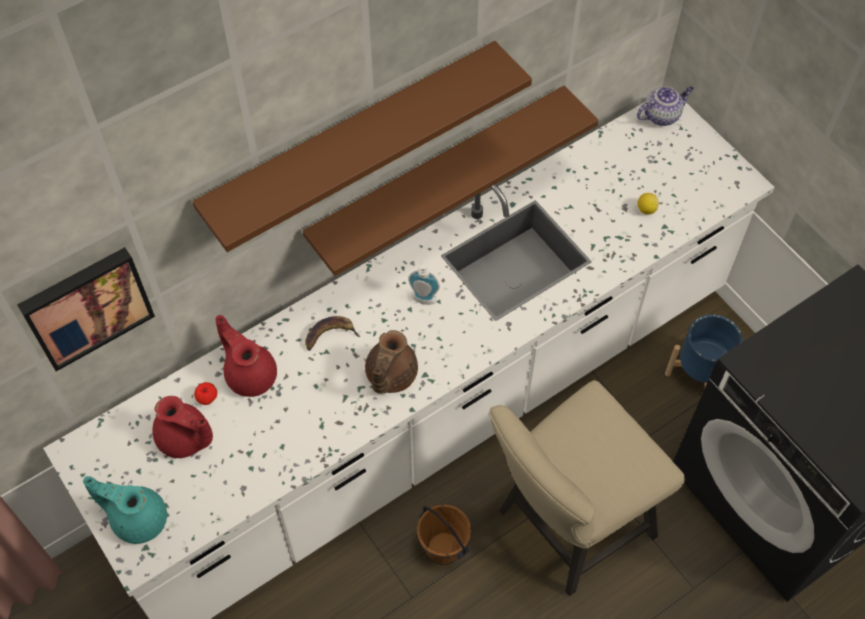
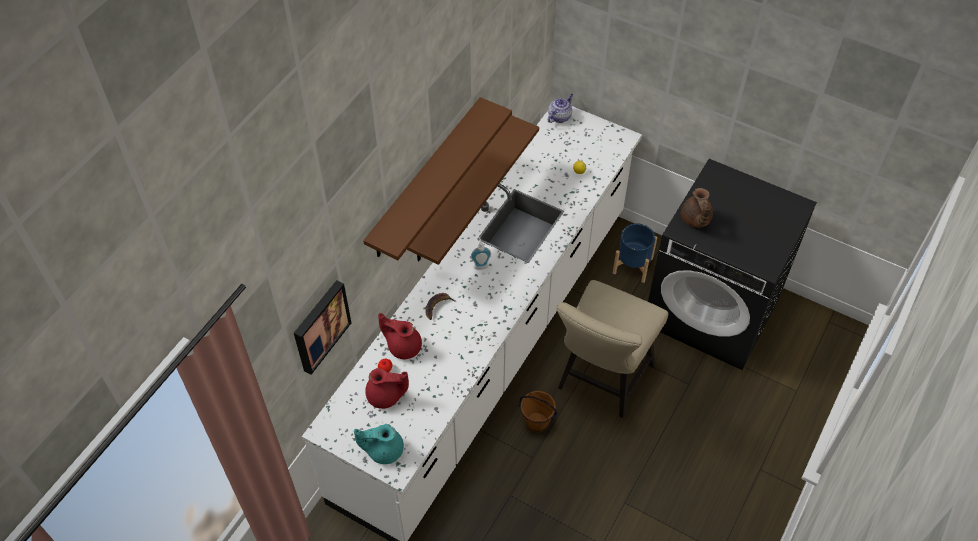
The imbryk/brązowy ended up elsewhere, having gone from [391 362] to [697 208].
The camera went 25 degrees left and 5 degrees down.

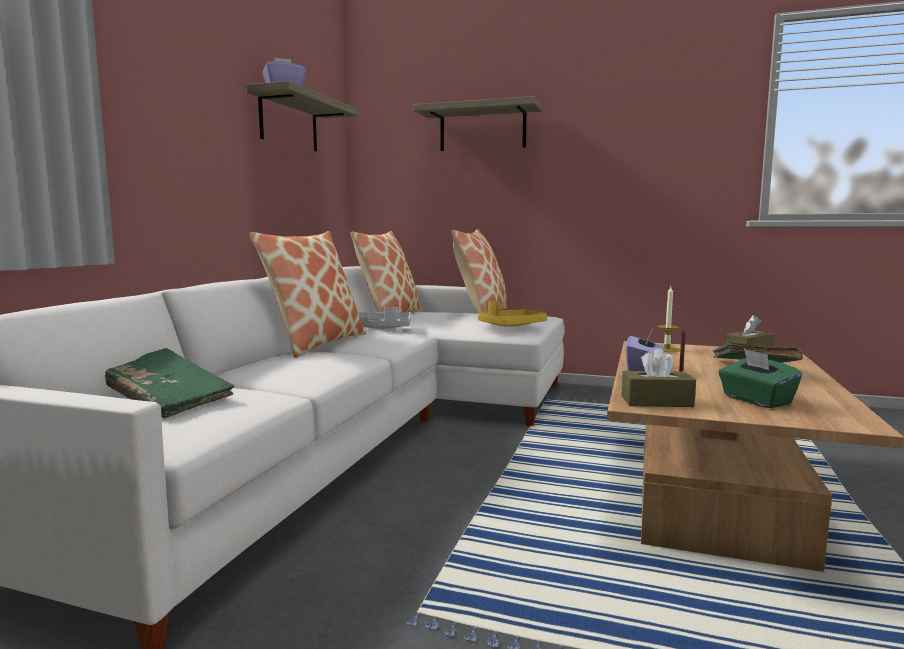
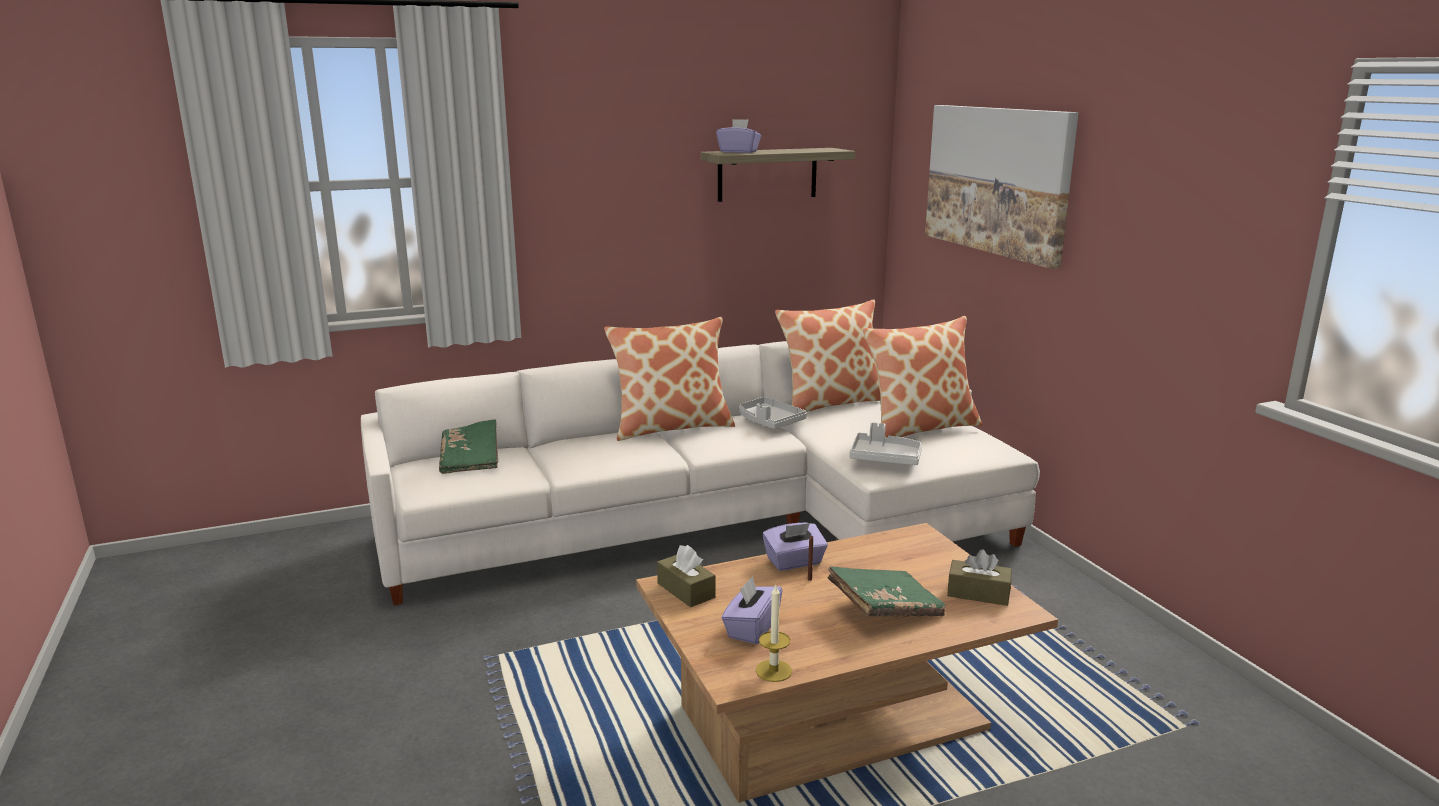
Where the półka hung at [477 123], the obraz came to hang at [1002 187].
The świeca ended up elsewhere, having gone from [669 319] to [774 633].
What was the taca/żółty at [512 314] turned into the taca/szary at [885 443].
What was the pudełko chusteczek/zielony at [760 378] turned into the pudełko chusteczek/fioletowy at [752 610].
The camera went 50 degrees right and 10 degrees up.

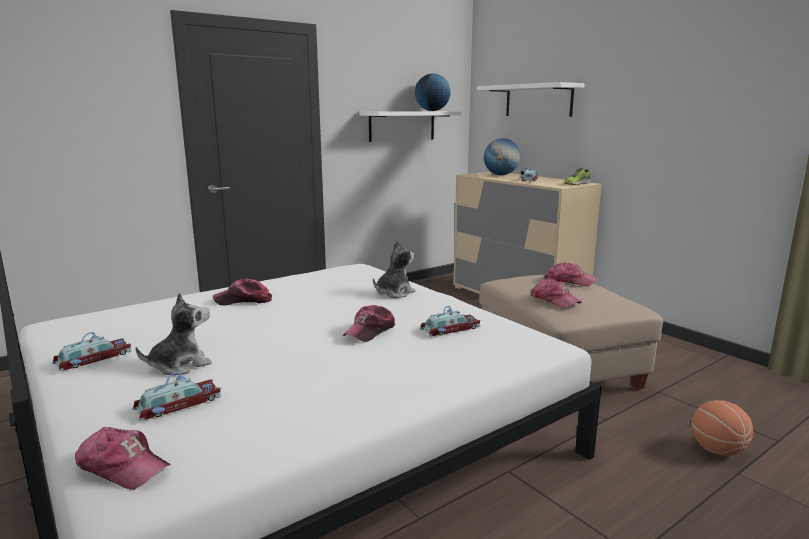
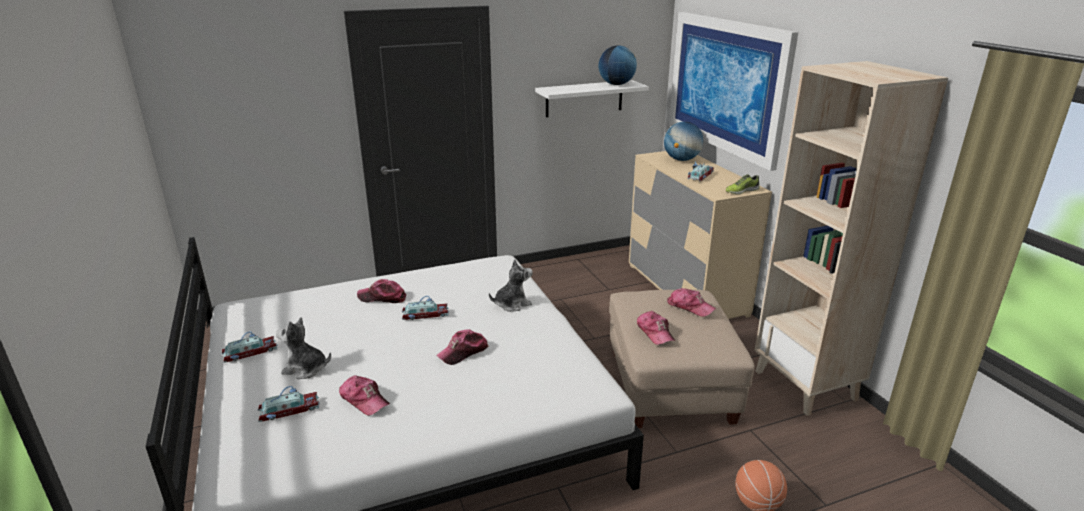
Where the półka/biały hung at [531 99], the obraz came to hang at [733 91].
The pluszak at [173 334] ended up facing another way, 150 degrees counterclockwise from before.
The samochodzik ended up elsewhere, having gone from [450 321] to [425 308].
The czapka z daszkiem ended up elsewhere, having gone from [123 458] to [364 395].
The second view gained the regał/beżowy at [851 238].
The camera went 15 degrees right and 10 degrees up.

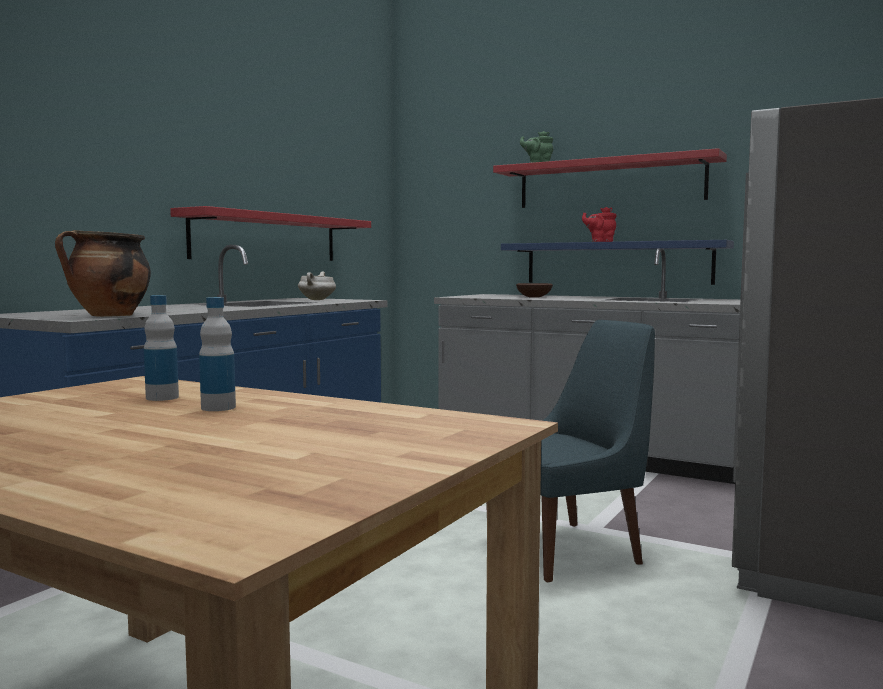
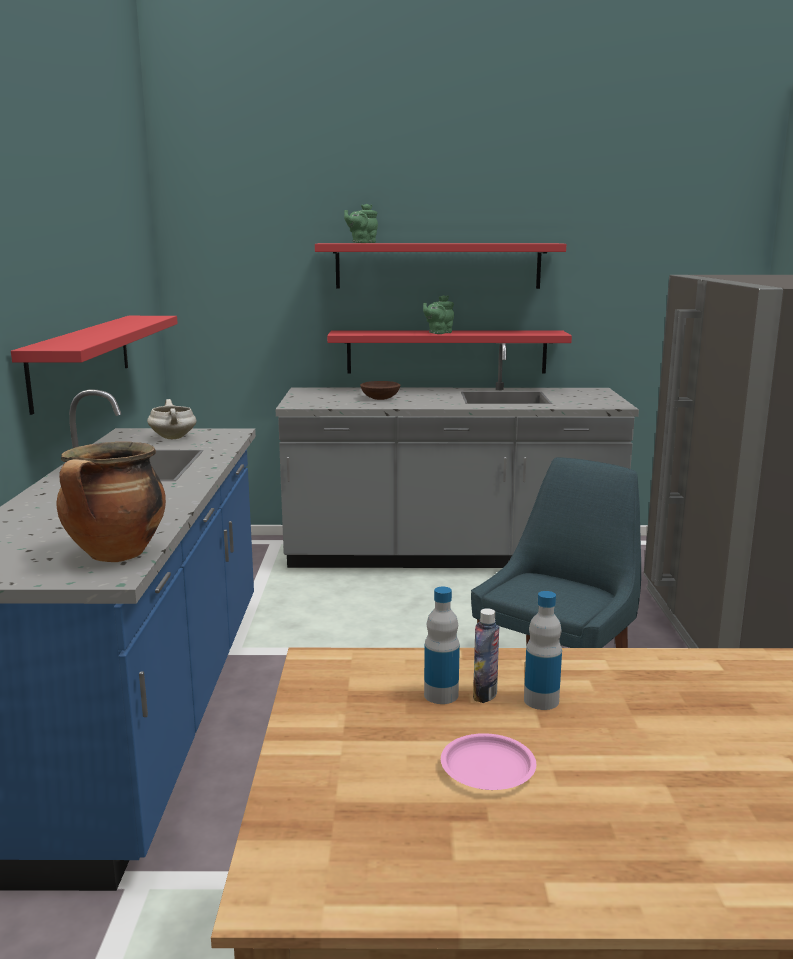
What was the imbryk/czerwony at [599 224] turned into the imbryk/zielony at [438 314].
What was the półka/niebieski at [617 262] turned into the półka/czerwony at [449 352].
The second view gained the butelka at [486 655].
The second view gained the talerz/różowy at [488 761].
The camera went 30 degrees left and 10 degrees up.

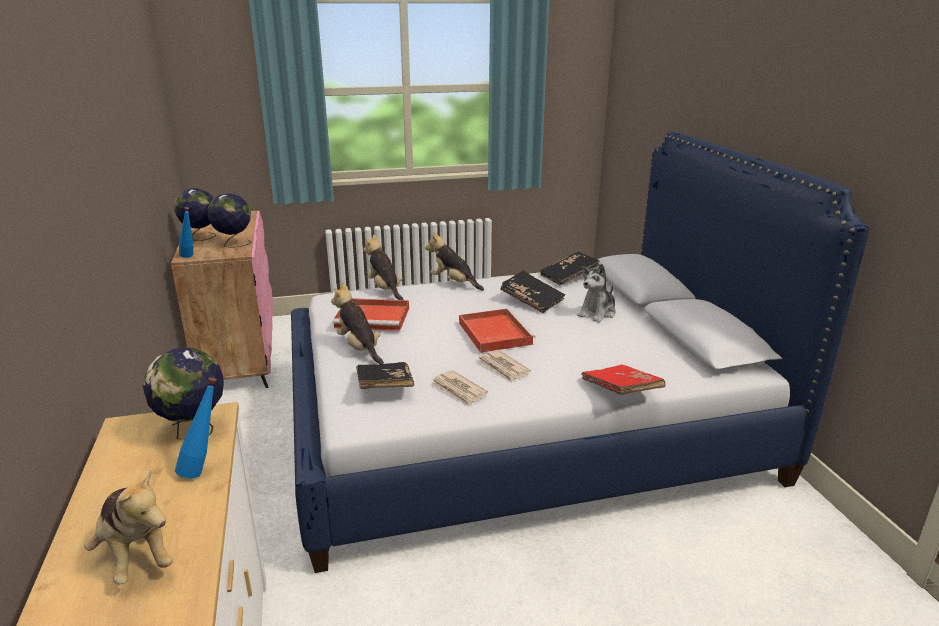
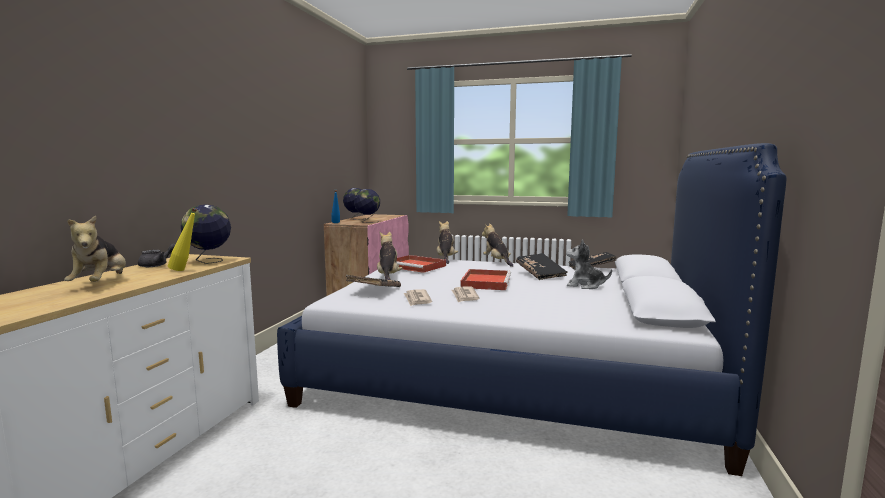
The pluszak at [596 293] ended up facing another way, 45 degrees clockwise from before.
The second view lost the książka/czerwony at [623 380].
What was the butelka/niebieski at [196 428] turned into the butelka/żółty at [182 239].
The second view gained the imbryk/szary at [157 255].
The camera went 30 degrees right and 15 degrees down.

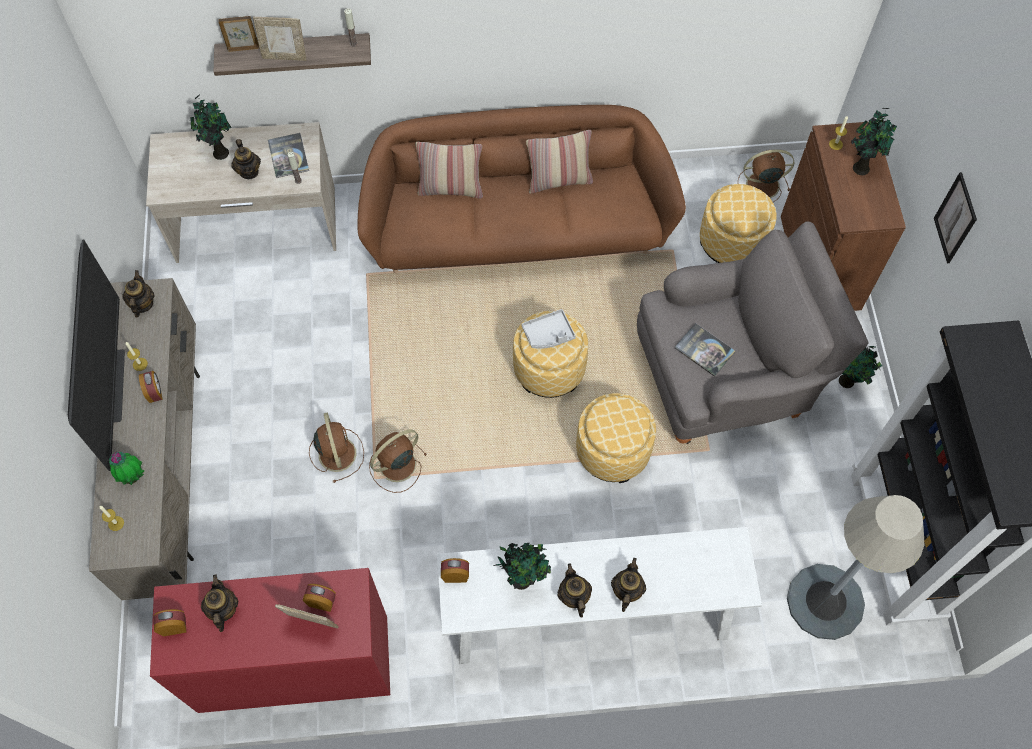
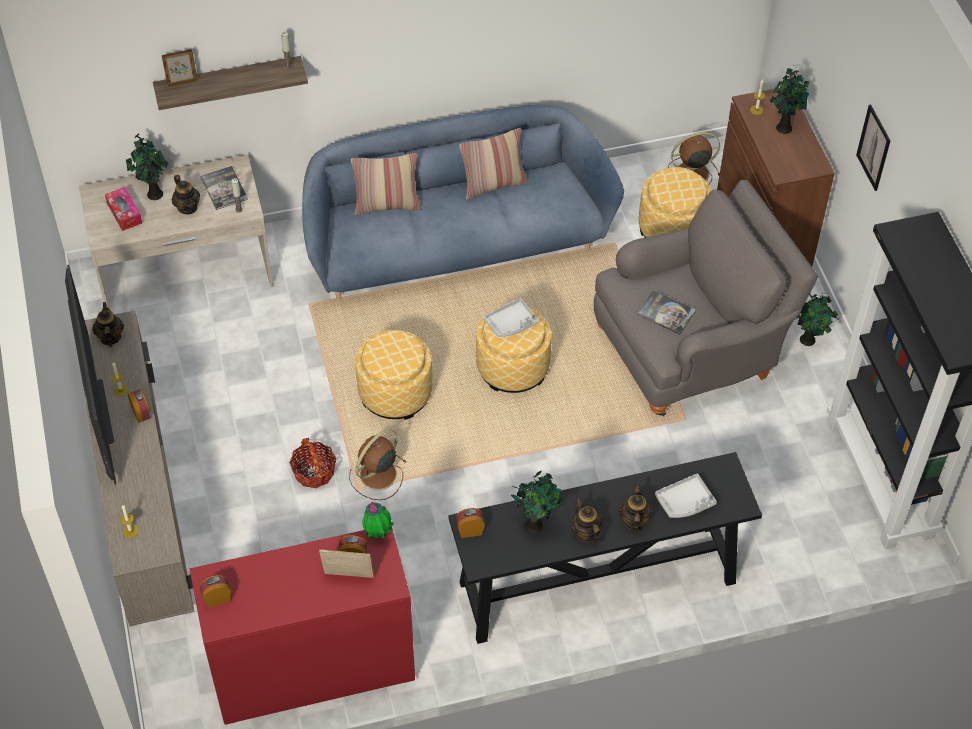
The second view lost the ramka na zdjęcie at [280 39].
What was the kanapa/brązowy at [522 189] turned into the kanapa/niebieski at [463 202].
The pufa ended up elsewhere, having gone from [616 438] to [394 375].
Where the wentylator/brązowy stood at [336 448], the koszyk came to stand at [313 463].
The roślina doniczkowa ended up elsewhere, having gone from [127 468] to [378 521].
The second view lost the lampa stojąca/szary at [855 567].
What was the stolik konsolowy/biały at [599 595] turned into the stolik konsolowy/czarny at [605 548].
The second view lost the imbryk at [220 603].
The second view gained the pudełko chusteczek at [123 209].
The second view gained the taca/szary at [686 496].
The camera went 10 degrees left and 10 degrees down.

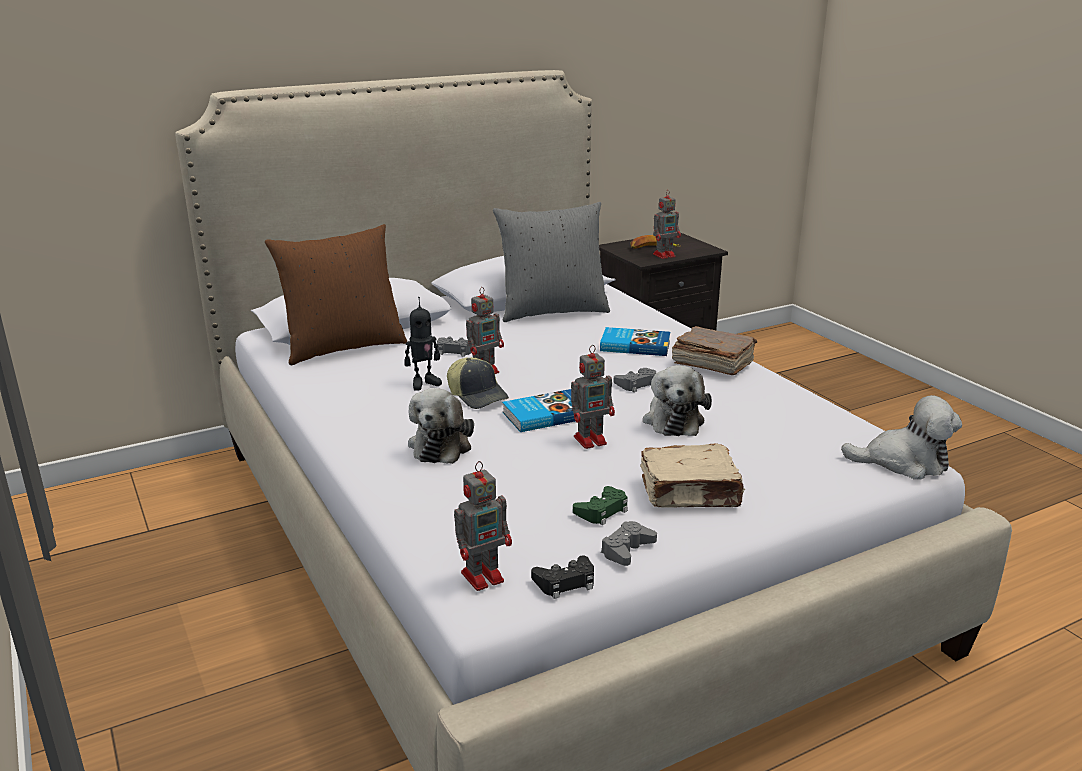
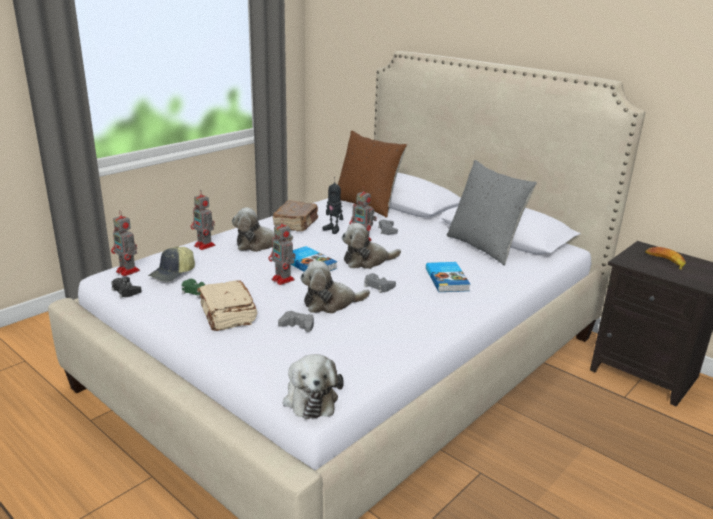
The robot zabawkowy ended up elsewhere, having gone from [667 224] to [203 220].
The książka/brązowy ended up elsewhere, having gone from [714 350] to [295 215].
The czapka z daszkiem ended up elsewhere, having gone from [478 383] to [171 264].
The pad do gier/szary ended up elsewhere, having gone from [629 543] to [296 321].
The second view gained the pluszak at [371 246].
The camera went 70 degrees right and 0 degrees up.

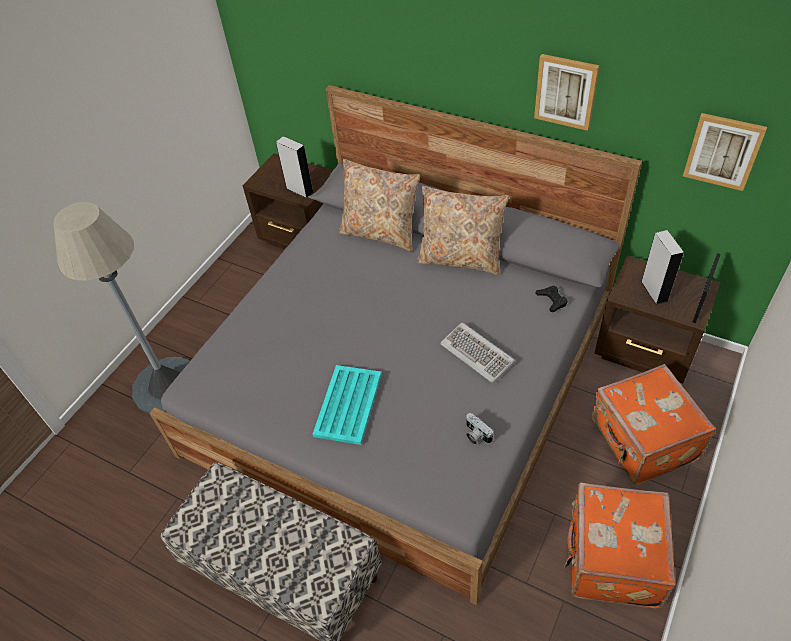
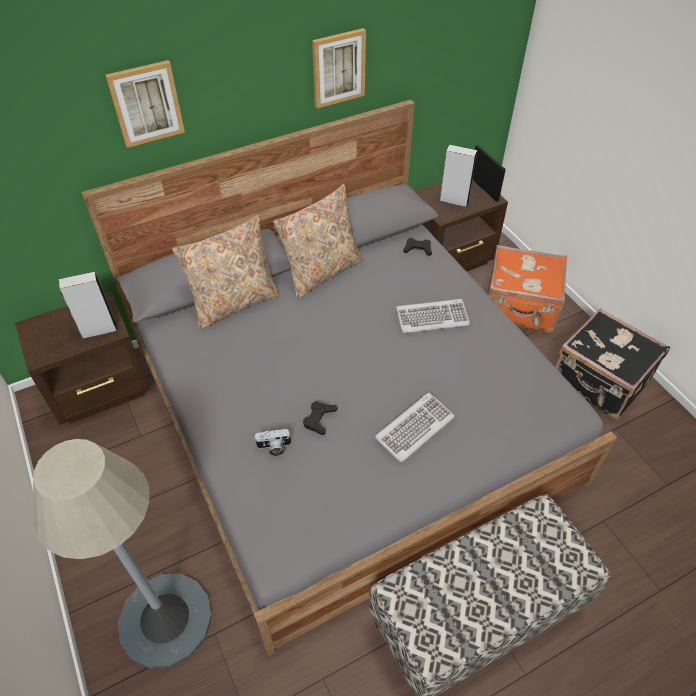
The obraz ended up elsewhere, having gone from [725 152] to [145 104].
Where the taca/turkusowy stood at [346 405], the klawiatura came to stand at [415 427].
The aparat fotograficzny ended up elsewhere, having gone from [479 429] to [272 442].
What was the walizka/pomarańczowy at [620 545] turned into the walizka/czarny at [612 364].
The second view gained the pad do gier/czarny at [320 418].
The camera went 60 degrees left and 0 degrees up.

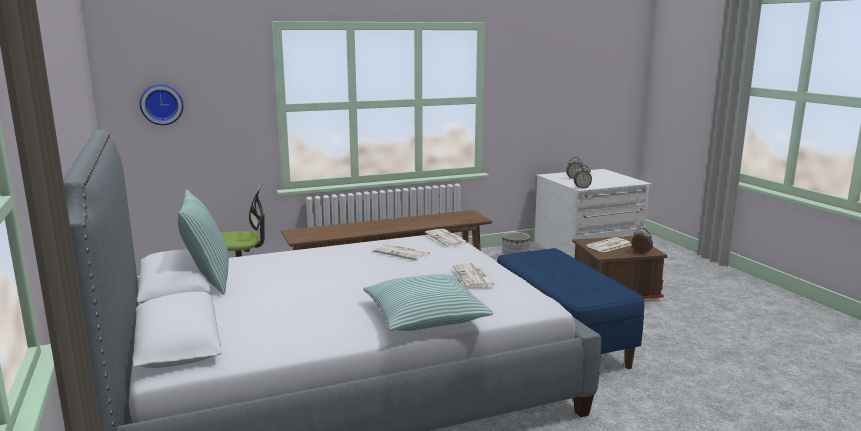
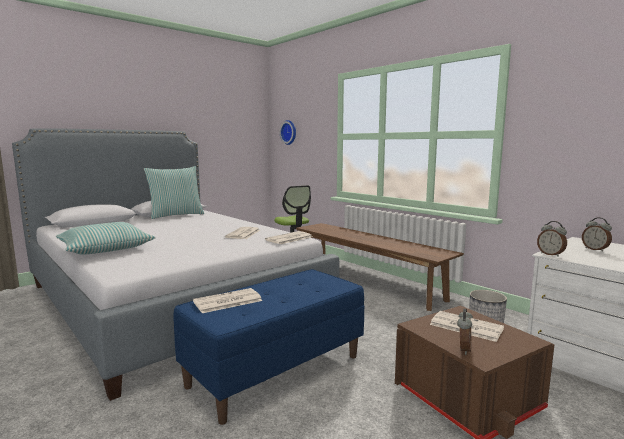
The gazeta ended up elsewhere, having gone from [474 275] to [227 300].
The camera went 70 degrees right and 5 degrees down.

